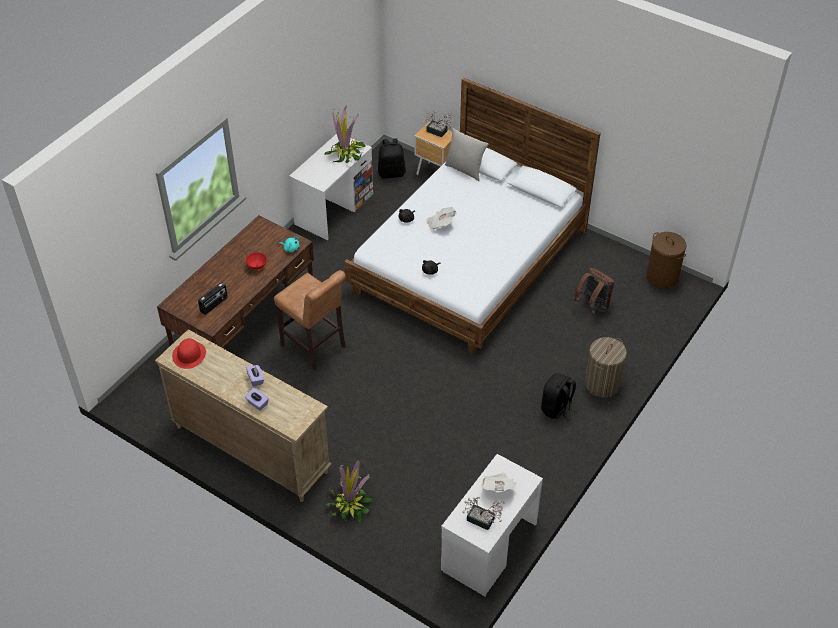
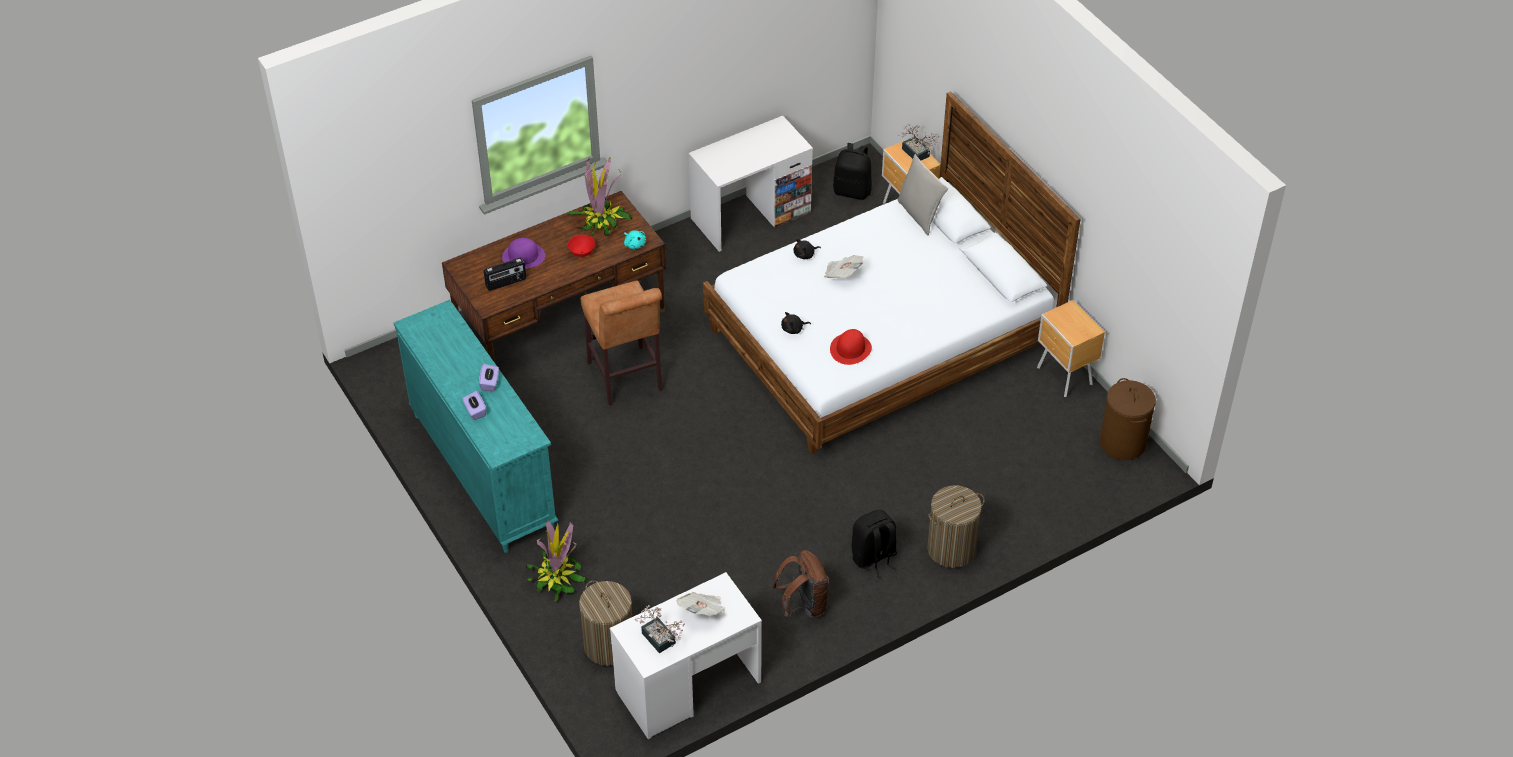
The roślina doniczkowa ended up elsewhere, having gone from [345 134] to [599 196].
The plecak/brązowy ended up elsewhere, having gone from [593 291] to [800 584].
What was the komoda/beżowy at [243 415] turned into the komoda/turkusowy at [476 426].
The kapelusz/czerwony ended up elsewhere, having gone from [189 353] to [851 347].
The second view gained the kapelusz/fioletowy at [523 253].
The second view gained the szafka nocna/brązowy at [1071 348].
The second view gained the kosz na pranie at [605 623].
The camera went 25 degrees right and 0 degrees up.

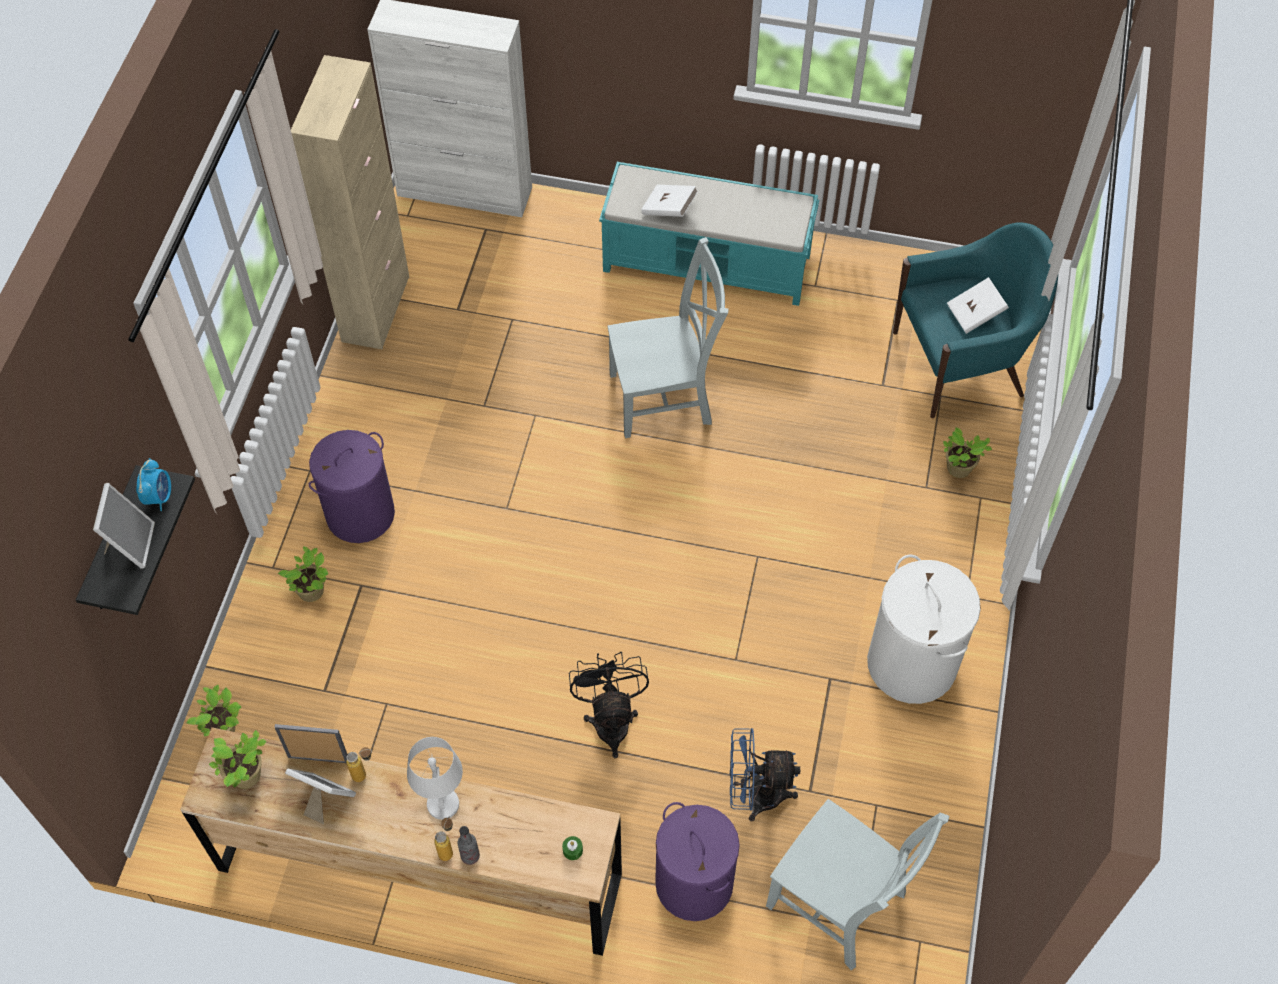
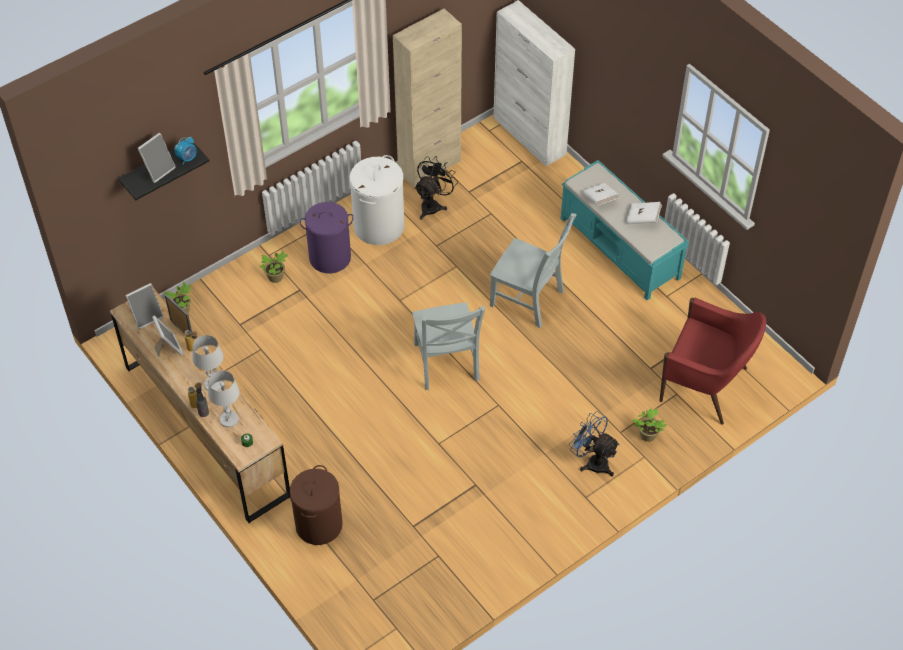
What was the fotel/turkusowy at [975 320] turned into the fotel/czerwony at [712 361].
The książka/biały ended up elsewhere, having gone from [978 305] to [644 213].
The kosz na pranie/biały ended up elsewhere, having gone from [924 629] to [377 200].
The wentylator/czarny ended up elsewhere, having gone from [609 705] to [435 188].
The wentylator/niebieski ended up elsewhere, having gone from [765 774] to [594 444].
Where the roślina doniczkowa stood at [238 759], the ramka na zdjęcie came to stand at [144 306].
The krzesło/szary ended up elsewhere, having gone from [857 884] to [448 346].
What was the kosz na pranie/fioletowy at [697 861] turned into the kosz na pranie/brązowy at [316 505].
The second view gained the lampa stołowa/biały at [224 399].
The camera went 40 degrees right and 5 degrees down.

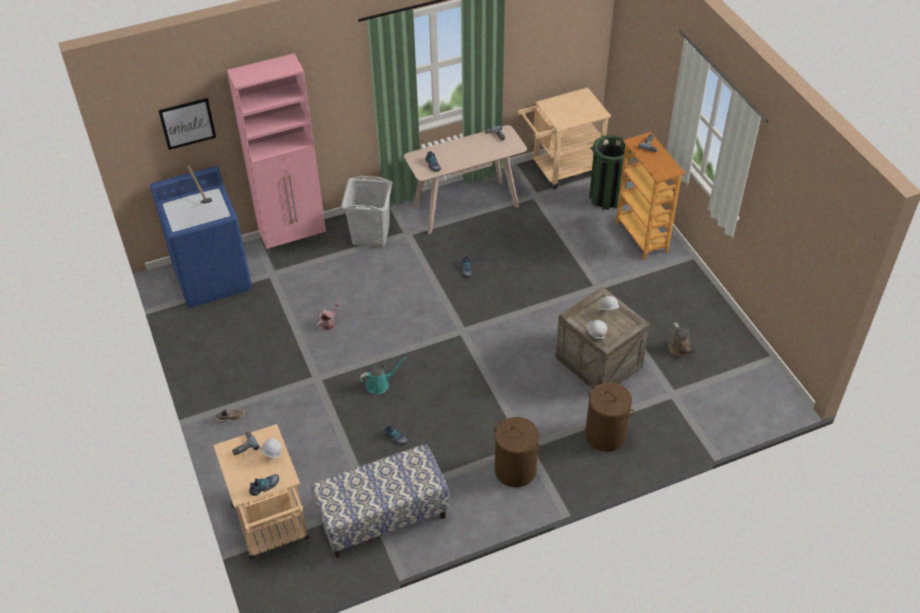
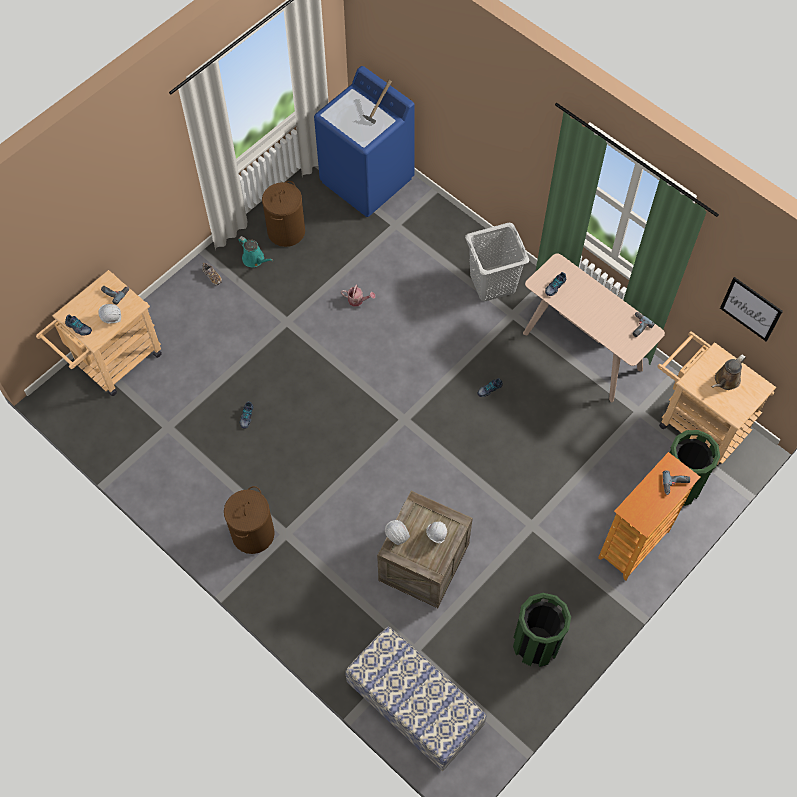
The second view lost the szafka/różowy at [276 155].
The obraz ended up elsewhere, having gone from [187 124] to [751 309].
The konewka/brązowy ended up elsewhere, having gone from [683 339] to [729 372].
The konewka/turkusowy ended up elsewhere, having gone from [383 375] to [255 251].
The kosz na pranie/brązowy ended up elsewhere, having gone from [609 417] to [283 214].
The ławka ended up elsewhere, having gone from [380 501] to [416 698].
The second view gained the kosz na śmieci/zielony at [542 630].
The camera went 65 degrees right and 15 degrees up.

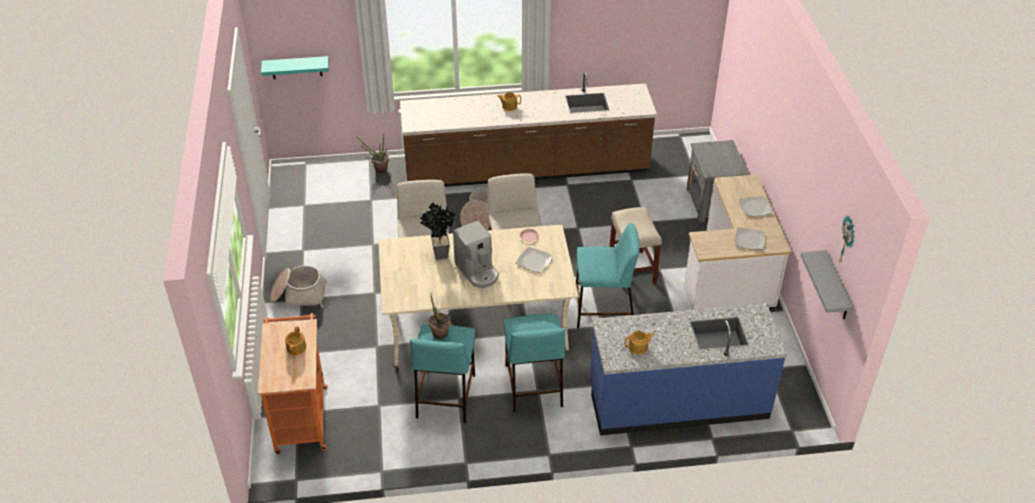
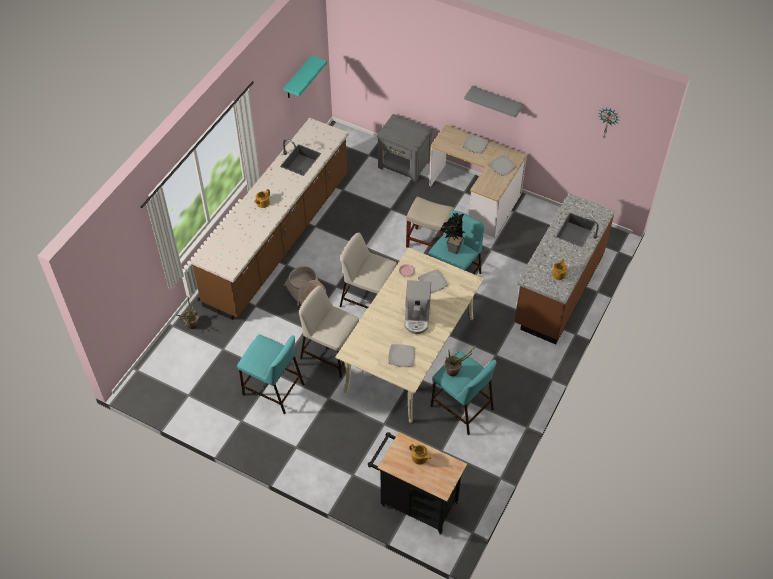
The półka/turkusowy ended up elsewhere, having gone from [295 67] to [305 76].
The roślina doniczkowa ended up elsewhere, having gone from [437 231] to [452 233].
The ekspres do kawy at [476 254] ended up facing another way, 90 degrees clockwise from before.
The półka/szary ended up elsewhere, having gone from [827 284] to [494 102].
The second view lost the koszyk at [299 287].
What was the zabudowa kuchenna/niebieski at [688 369] turned into the zabudowa kuchenna/brązowy at [564 268].
What was the wózek/pomarańczowy at [292 383] turned into the wózek/czarny at [417 483].
The stołek/turkusowy ended up elsewhere, having gone from [534 362] to [270 374].
The second view gained the talerz at [401 355].
The camera went 55 degrees left and 10 degrees up.

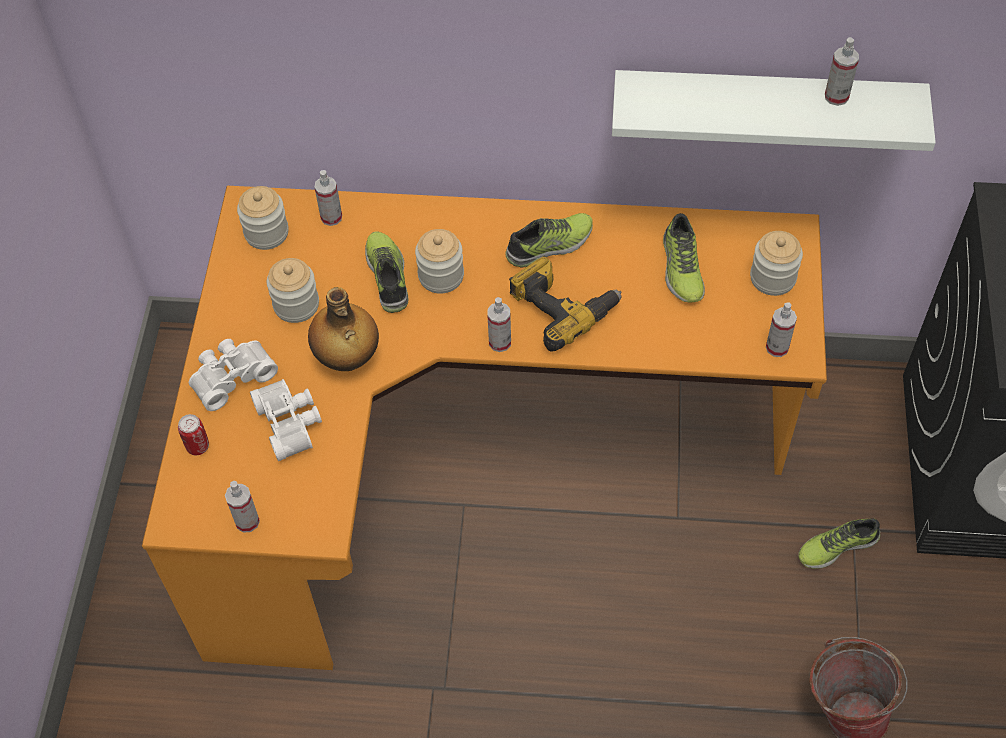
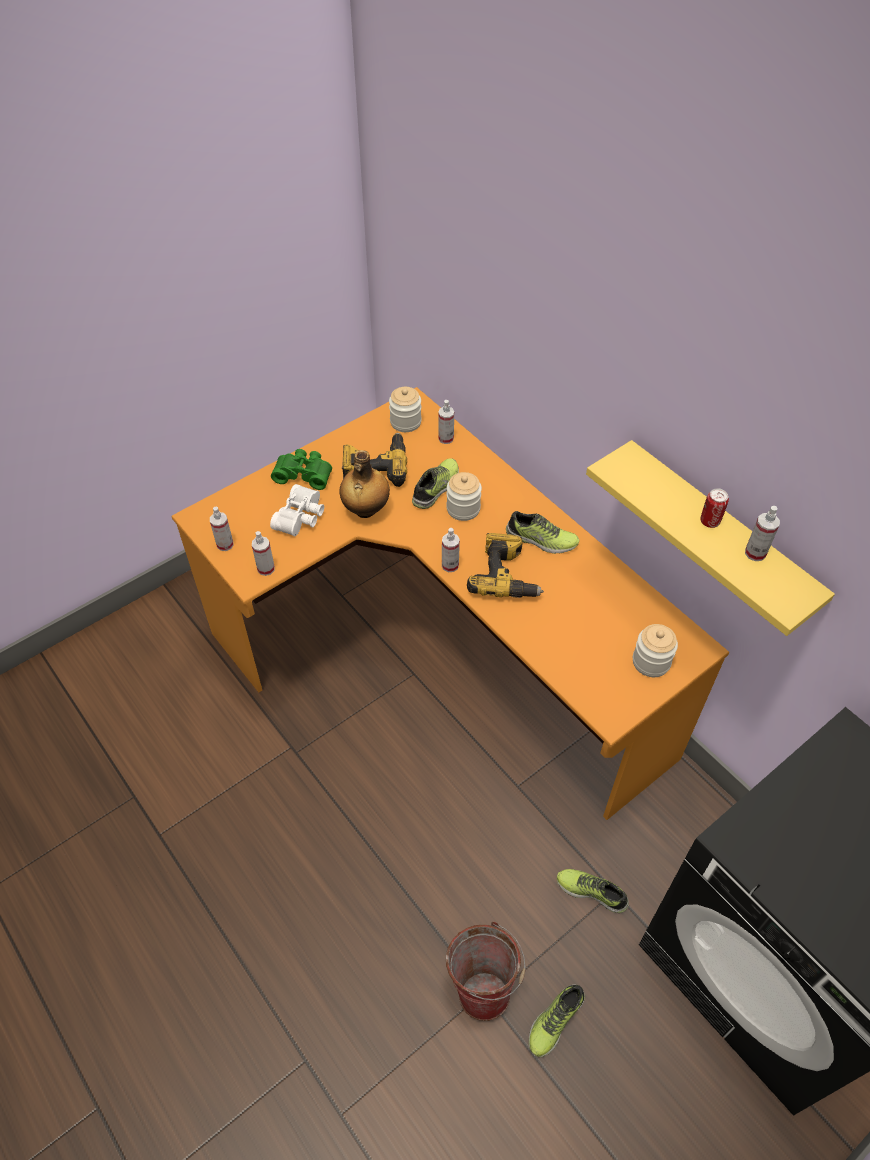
What was the półka/biały at [774 110] turned into the półka/żółty at [710 538].
The but ended up elsewhere, having gone from [684 258] to [557 1020].
Where the słoik stood at [293 290], the wiertarka came to stand at [374 460].
The spryskiwacz ended up elsewhere, having gone from [781 329] to [263 553].
What was the lornetka/biały at [233 375] turned into the lornetka/zielony at [301 469].
The puszka ended up elsewhere, having gone from [193 434] to [715 508].
The camera went 45 degrees right and 5 degrees down.

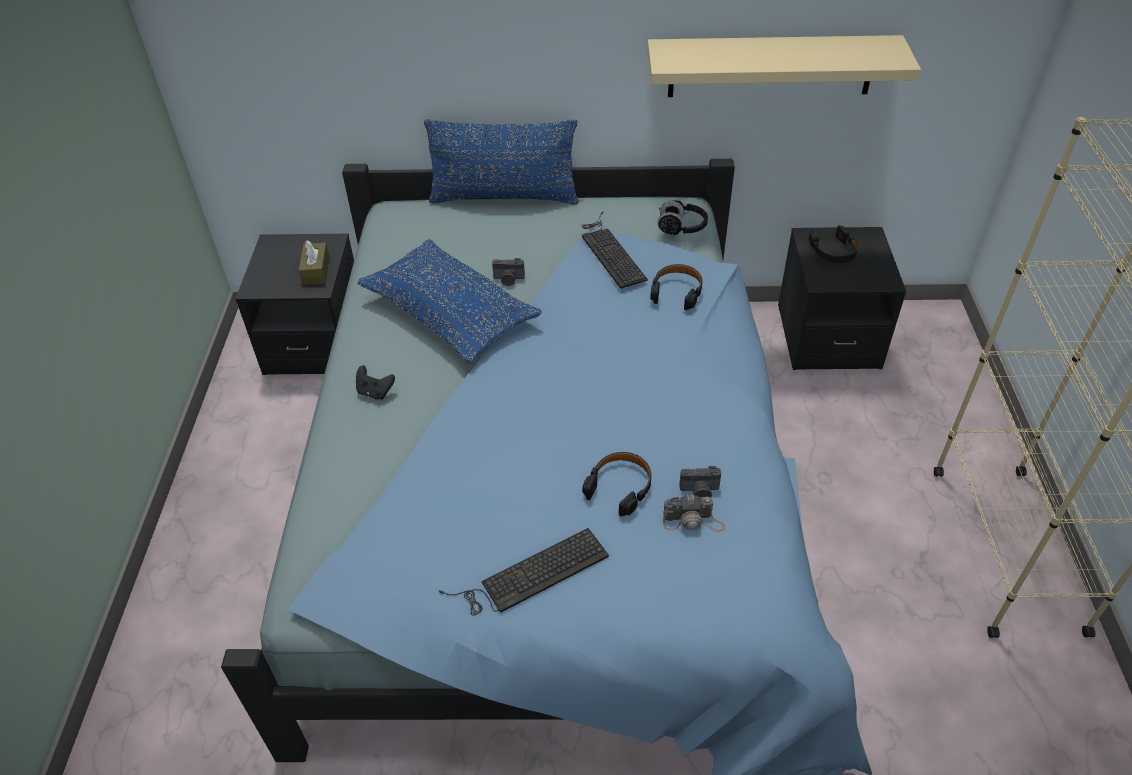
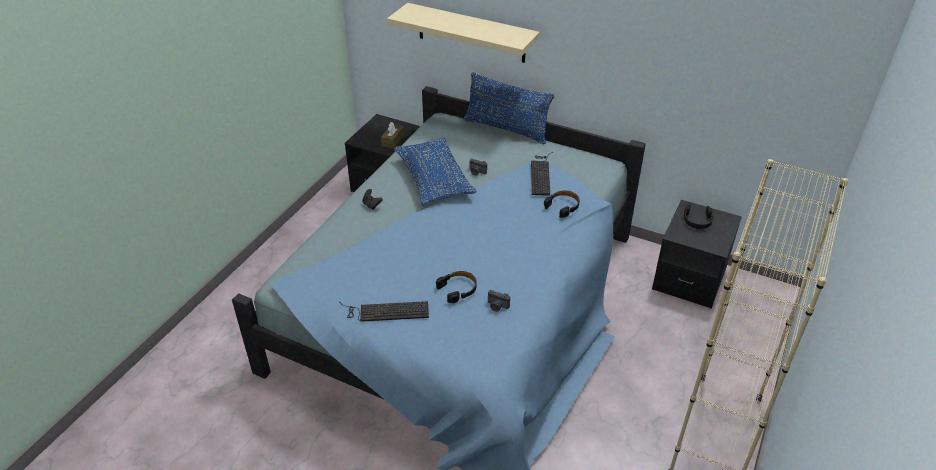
The półka/beżowy ended up elsewhere, having gone from [784 66] to [463 33].
The second view lost the słuchawki/czarny at [682 217].
The second view lost the aparat fotograficzny at [694 513].
The camera went 25 degrees right and 5 degrees down.

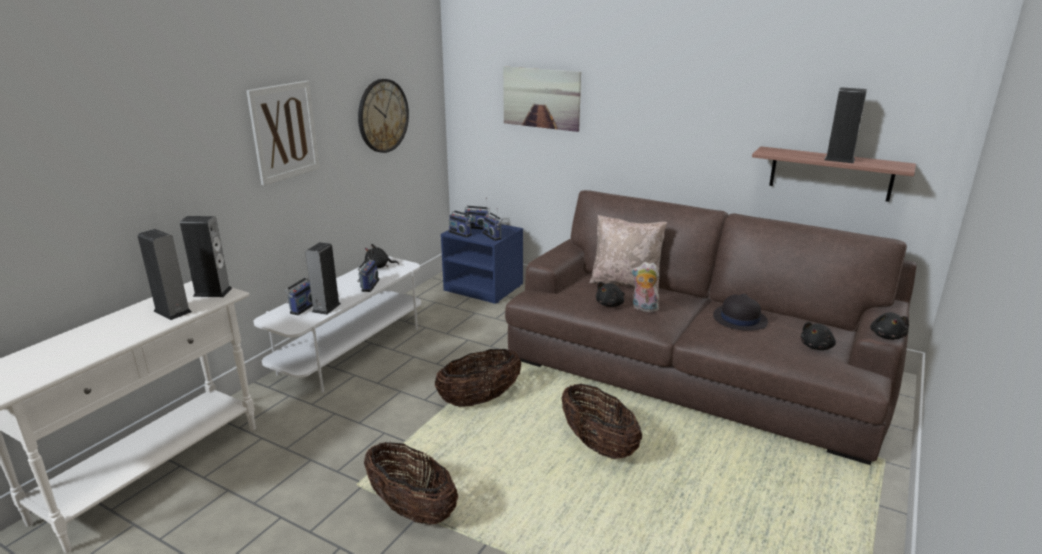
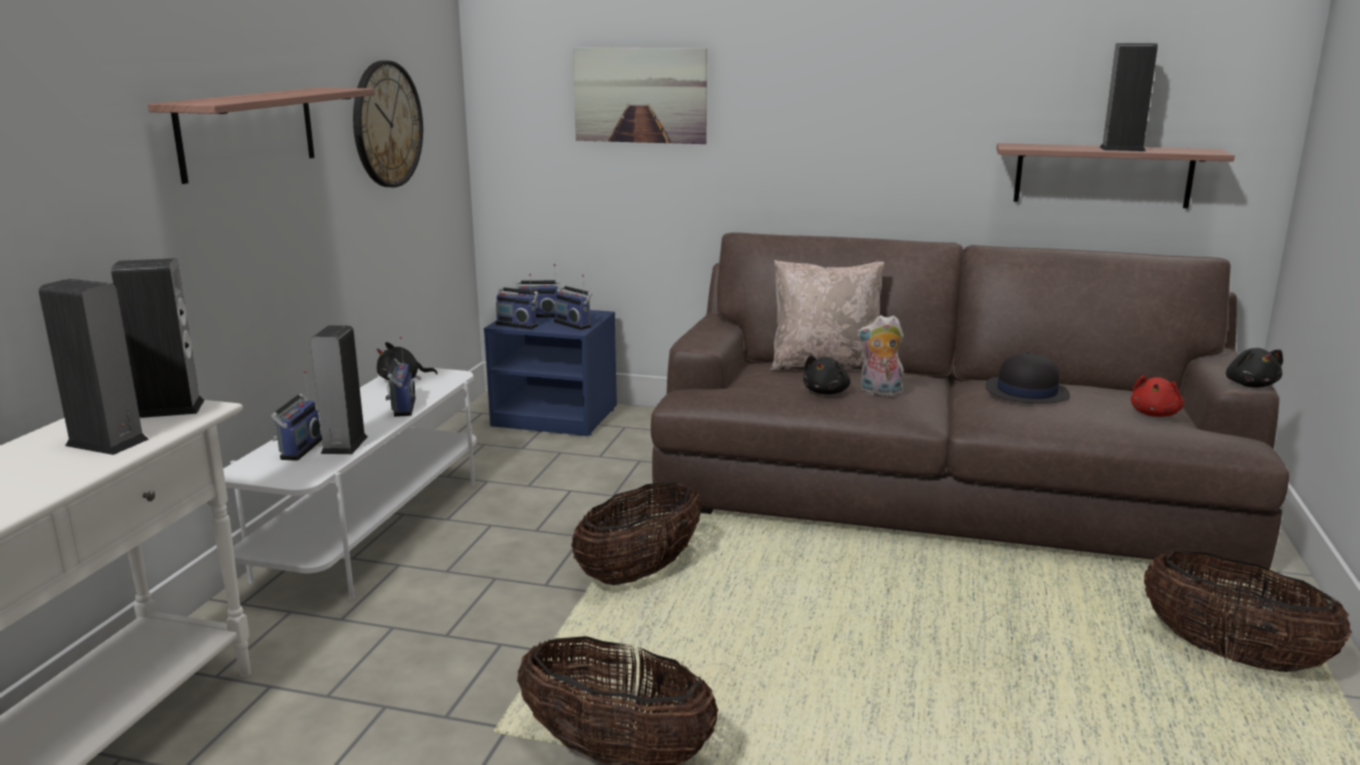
Where the obraz hung at [283 133], the półka came to hang at [261 136].
What was the pluszak/czarny at [818 336] turned into the pluszak/czerwony at [1157 396].
The koszyk ended up elsewhere, having gone from [601 421] to [1248 611].
The camera went 15 degrees left and 5 degrees down.

